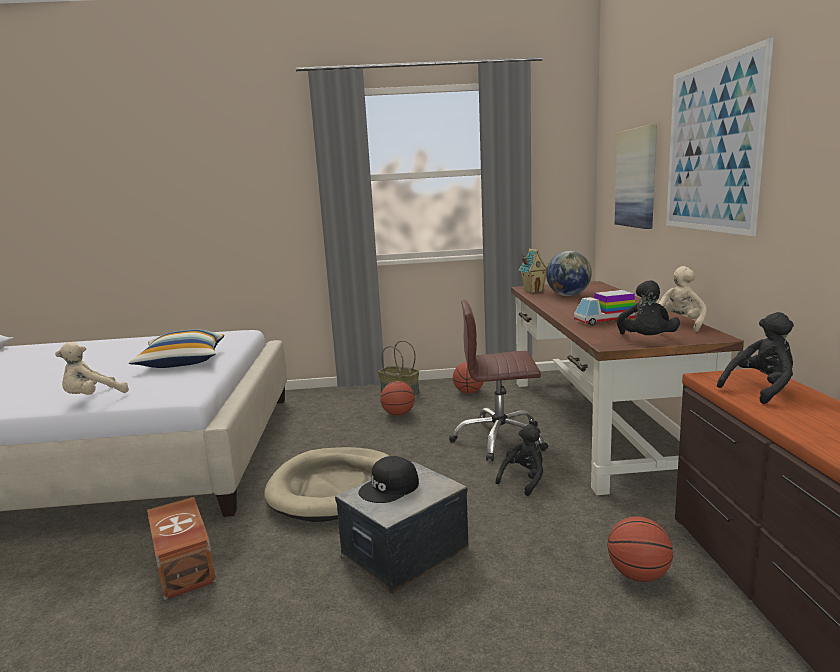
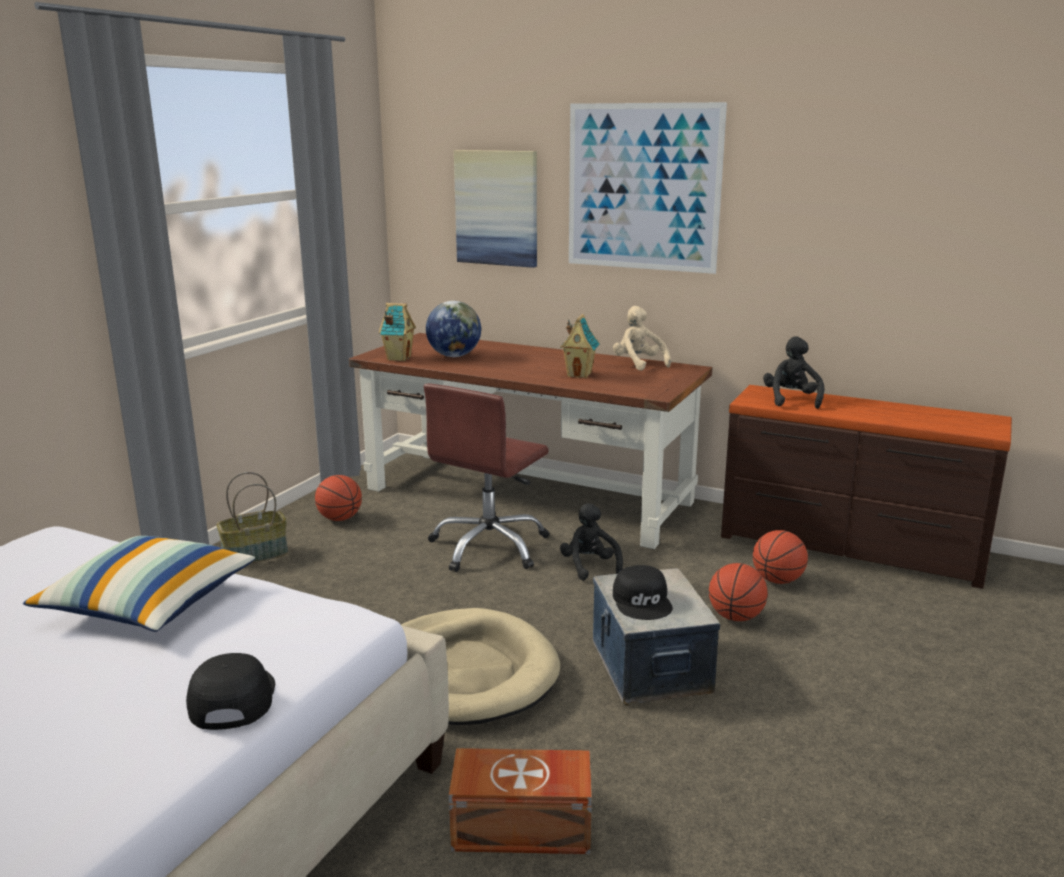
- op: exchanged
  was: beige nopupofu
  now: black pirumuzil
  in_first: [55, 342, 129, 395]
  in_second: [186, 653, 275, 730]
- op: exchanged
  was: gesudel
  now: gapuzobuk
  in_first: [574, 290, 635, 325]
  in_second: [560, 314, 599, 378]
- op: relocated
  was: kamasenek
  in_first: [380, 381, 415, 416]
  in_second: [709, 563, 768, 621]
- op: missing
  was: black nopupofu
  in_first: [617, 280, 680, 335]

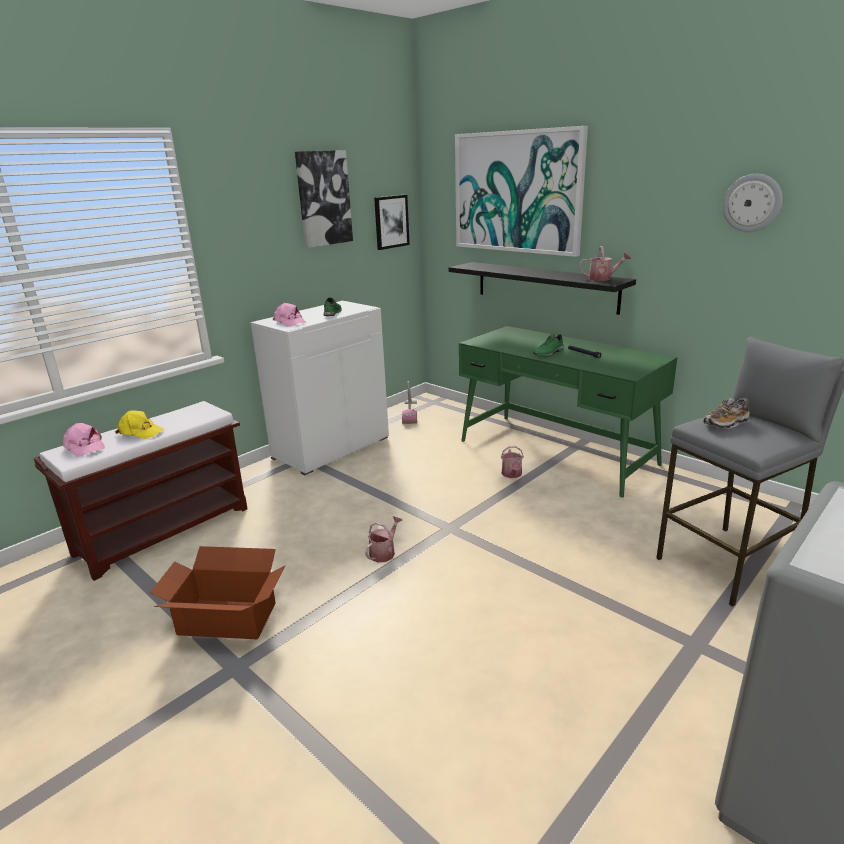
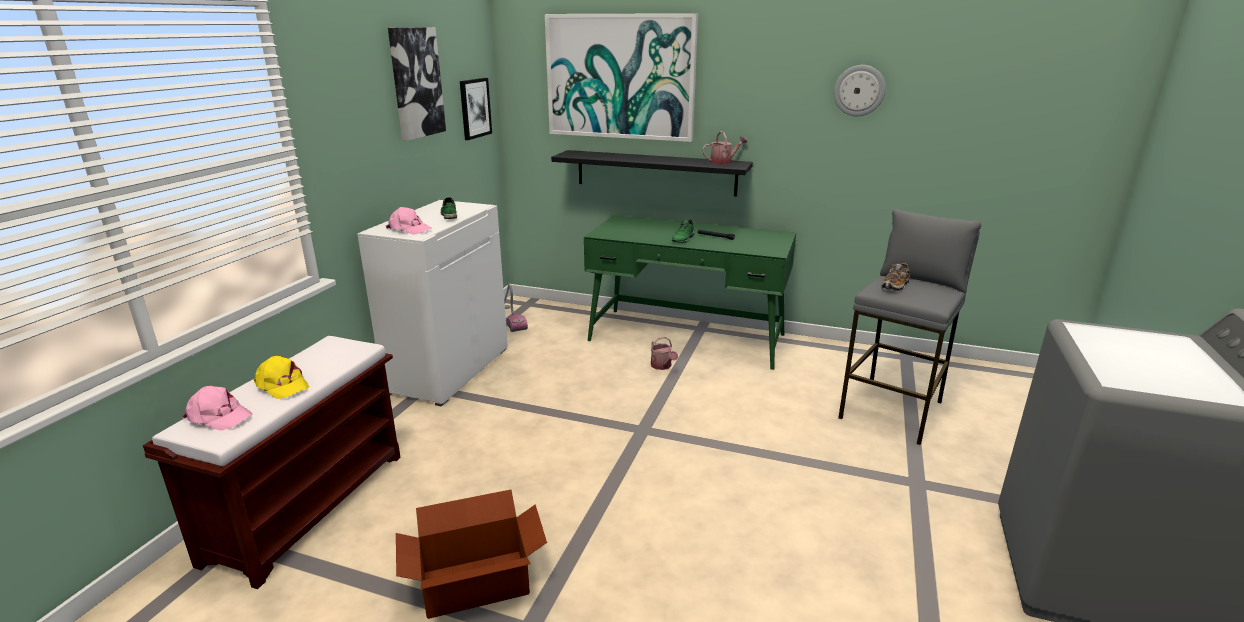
- op: spun
  was: yellow pirumuzil
  in_first: [115, 410, 165, 439]
  in_second: [253, 356, 309, 399]
  clockwise: 45
- op: missing
  was: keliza
  in_first: [365, 516, 402, 563]

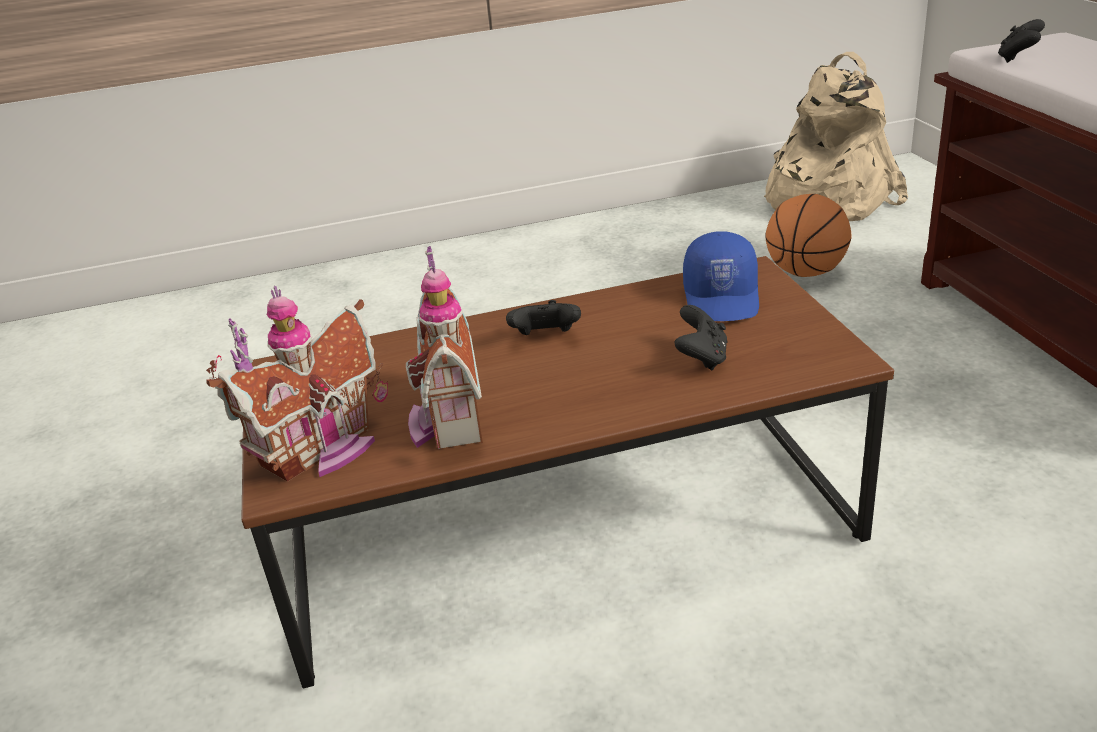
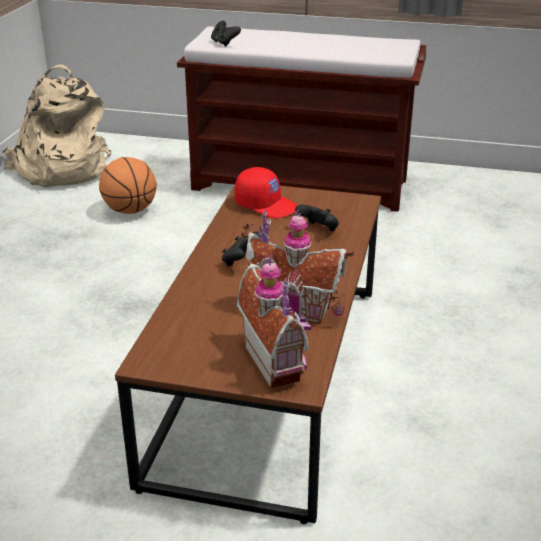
- op: colour
  was: blue pirumuzil
  now: red pirumuzil
  in_first: [683, 231, 759, 321]
  in_second: [235, 167, 298, 218]

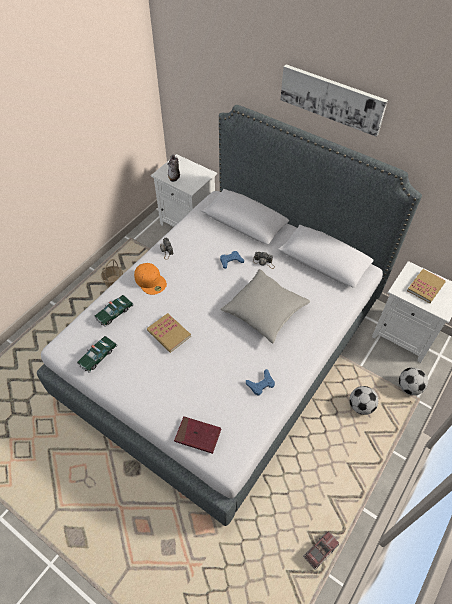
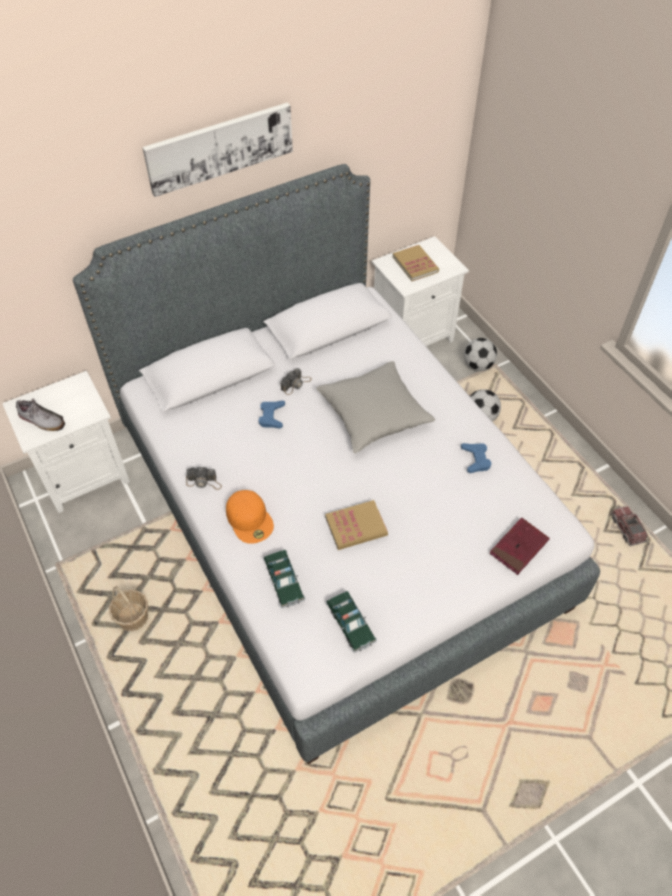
- op: spun
  was: orange pirumuzil
  in_first: [134, 263, 167, 295]
  in_second: [226, 490, 274, 544]
  clockwise: 75

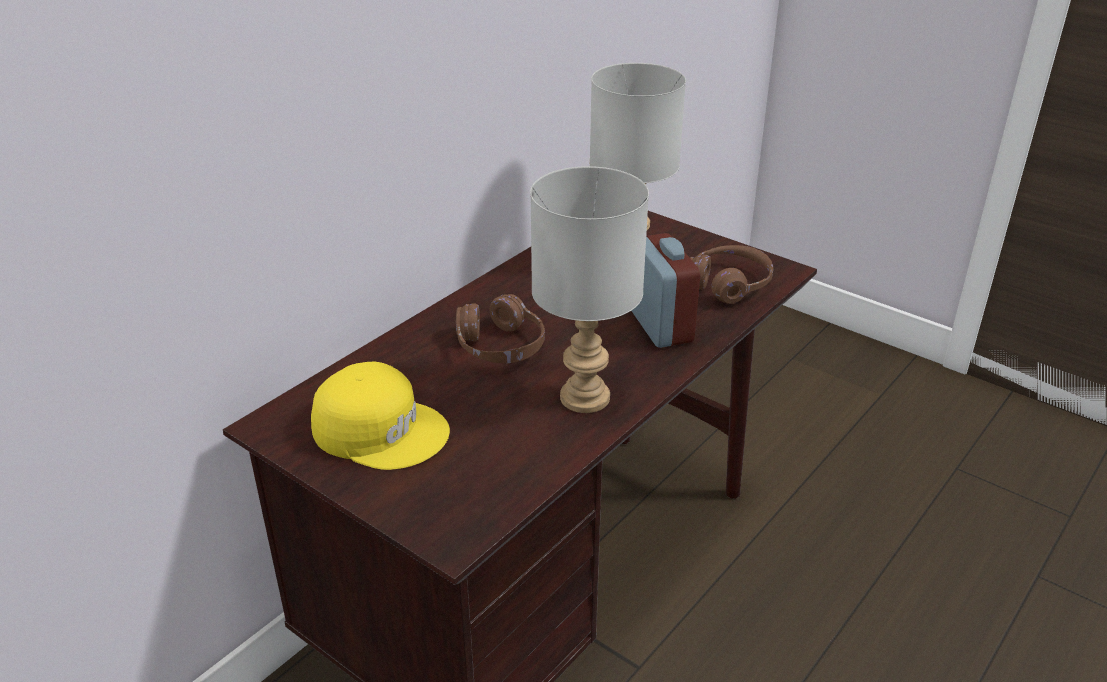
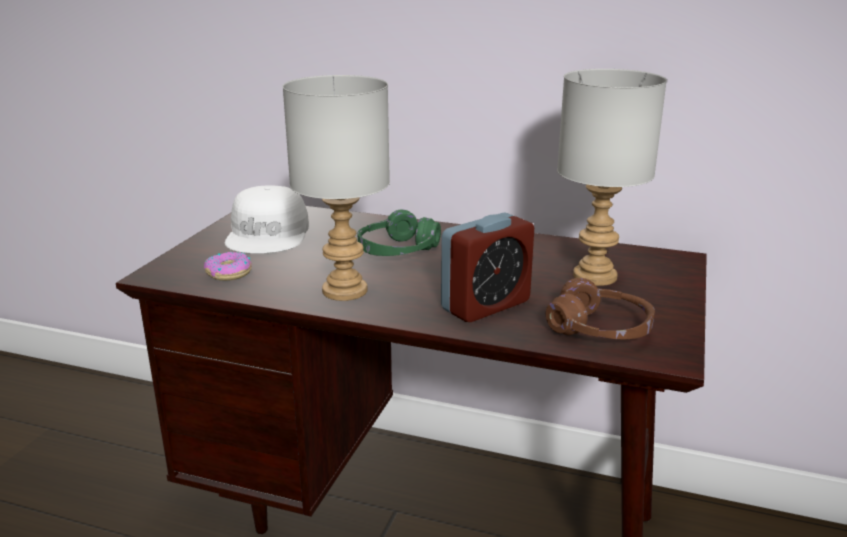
- op: appeared
  now: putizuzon
  in_second: [204, 252, 252, 281]
- op: colour
  was: yellow pirumuzil
  now: white pirumuzil
  in_first: [311, 362, 450, 470]
  in_second: [225, 185, 309, 254]
- op: colour
  was: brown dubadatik
  now: green dubadatik
  in_first: [456, 294, 545, 363]
  in_second: [358, 209, 441, 256]

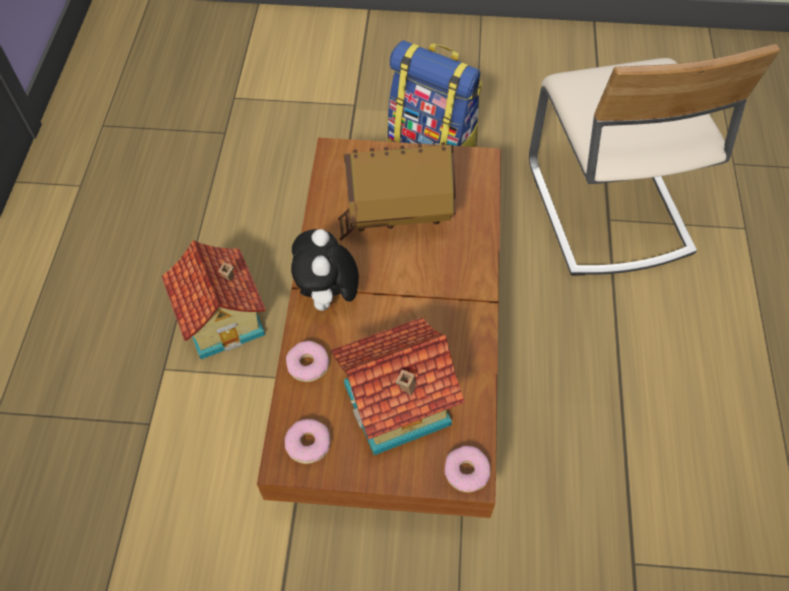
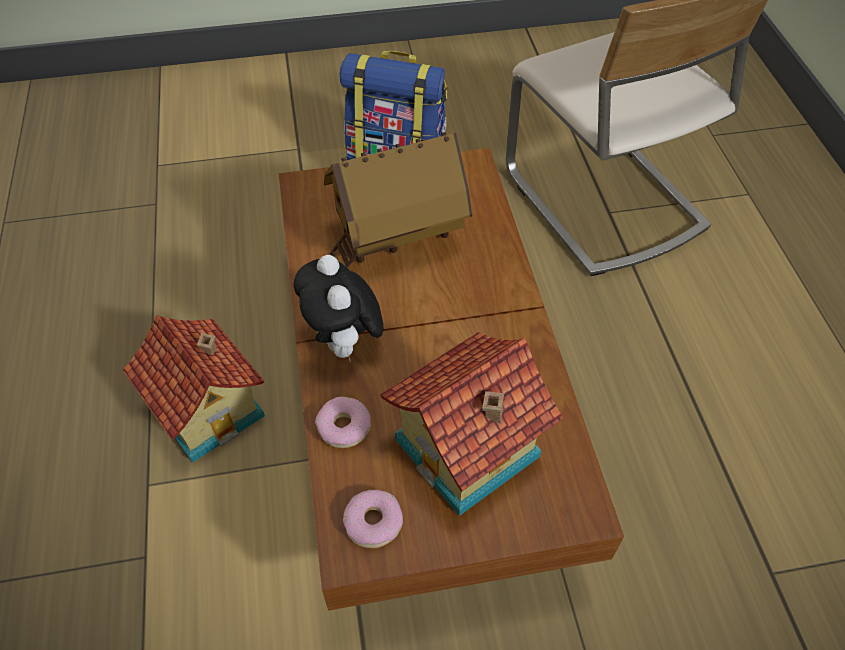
- op: missing
  was: putizuzon
  in_first: [445, 446, 490, 492]

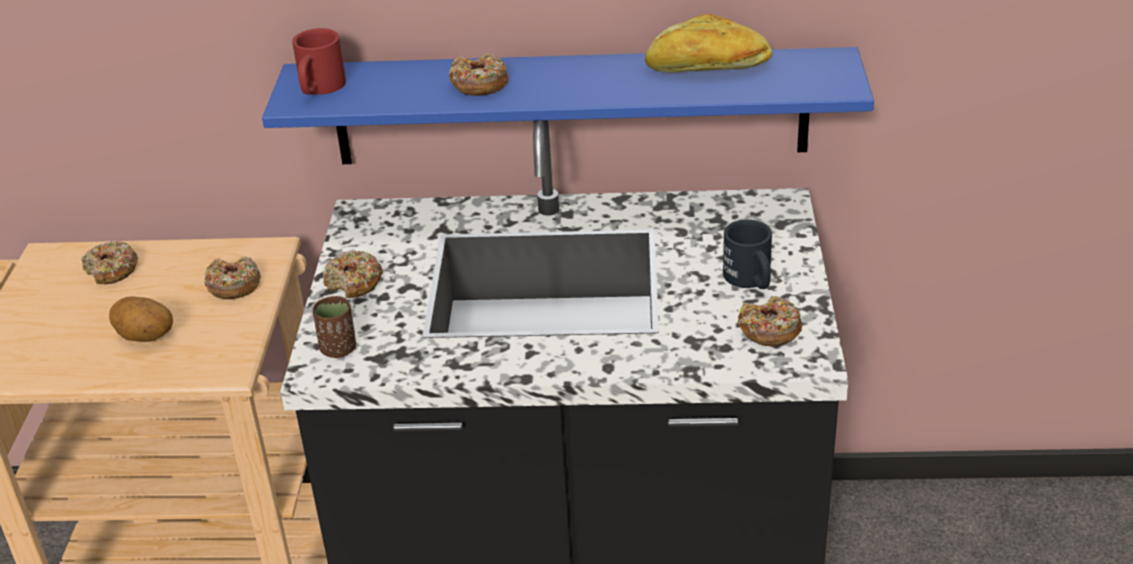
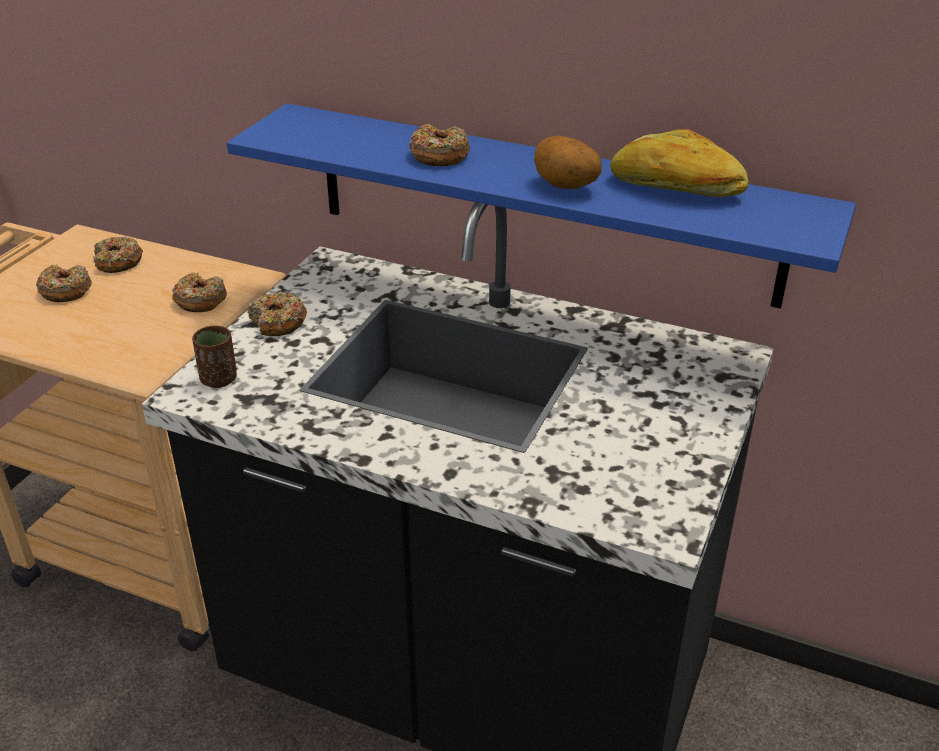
- op: relocated
  was: putizuzon
  in_first: [738, 296, 802, 346]
  in_second: [35, 265, 92, 302]
- op: relocated
  was: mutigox
  in_first: [109, 296, 173, 342]
  in_second: [534, 136, 602, 189]
- op: missing
  was: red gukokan
  in_first: [292, 28, 346, 95]
- op: missing
  was: black gukokan
  in_first: [723, 219, 772, 289]

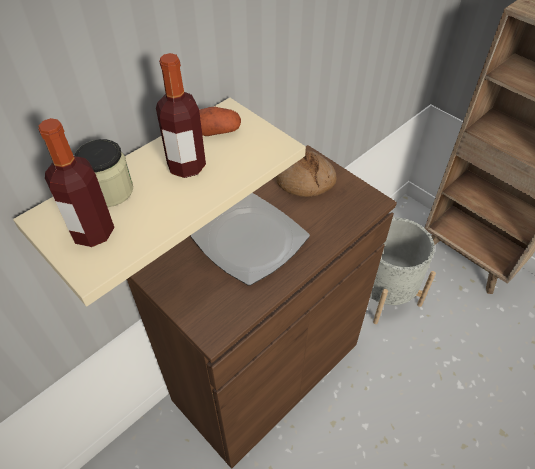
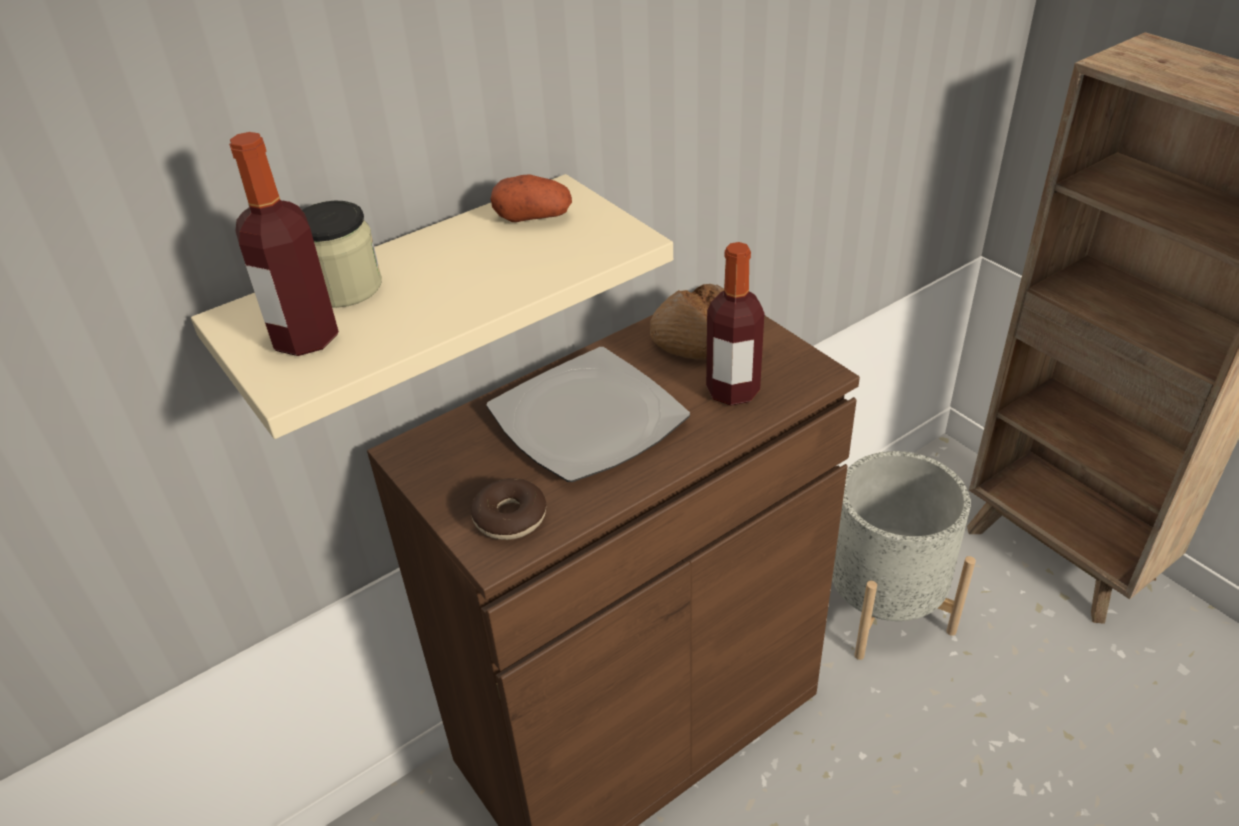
- op: appeared
  now: putizuzon
  in_second: [471, 478, 546, 540]
- op: relocated
  was: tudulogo
  in_first: [156, 53, 206, 178]
  in_second: [706, 242, 764, 406]

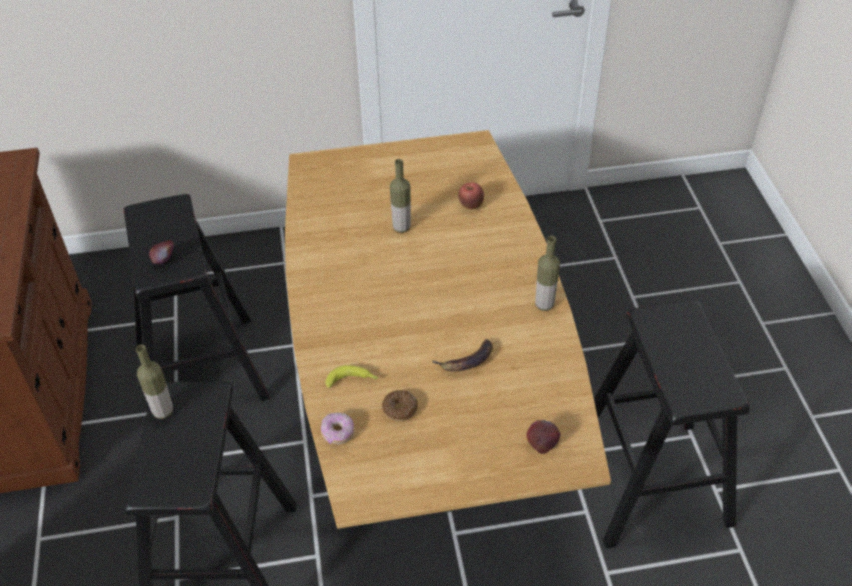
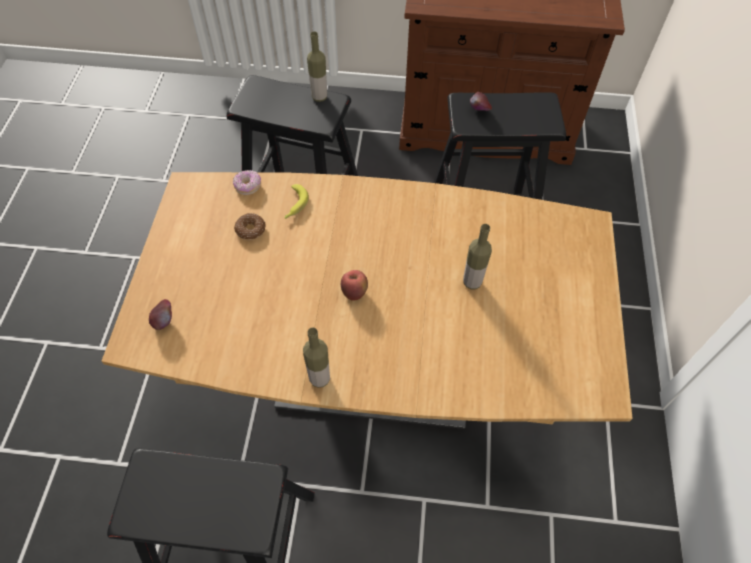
- op: relocated
  was: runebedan
  in_first: [458, 182, 484, 209]
  in_second: [341, 270, 368, 301]
- op: missing
  was: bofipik
  in_first: [432, 339, 493, 372]

